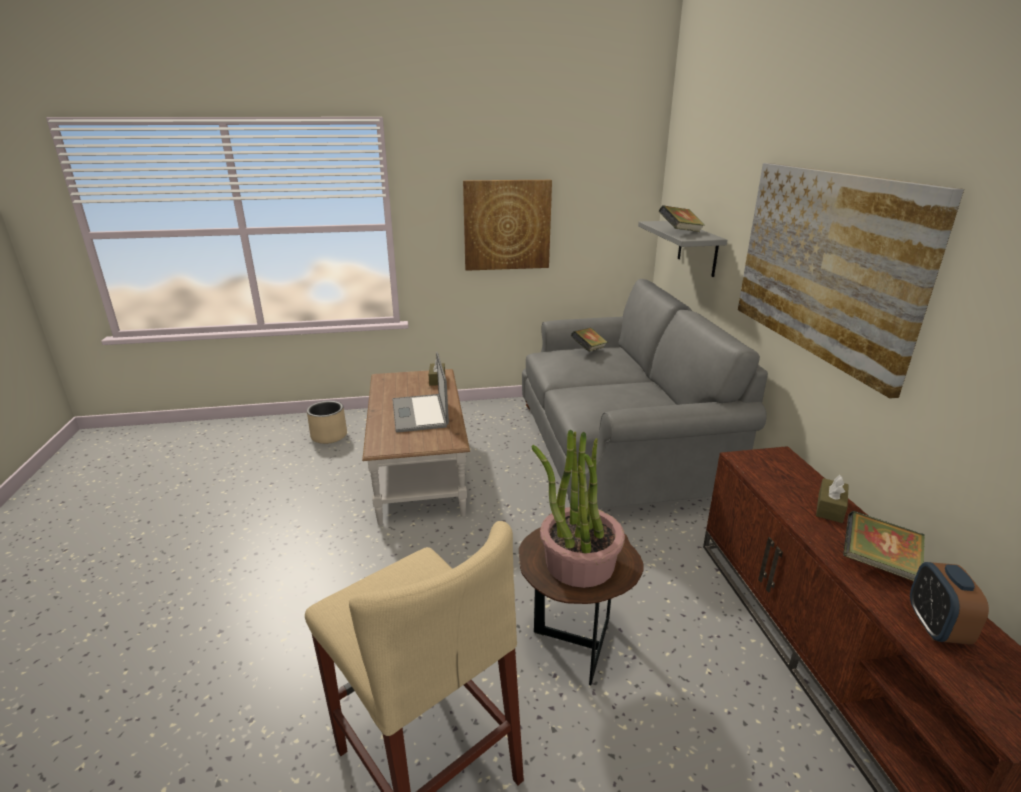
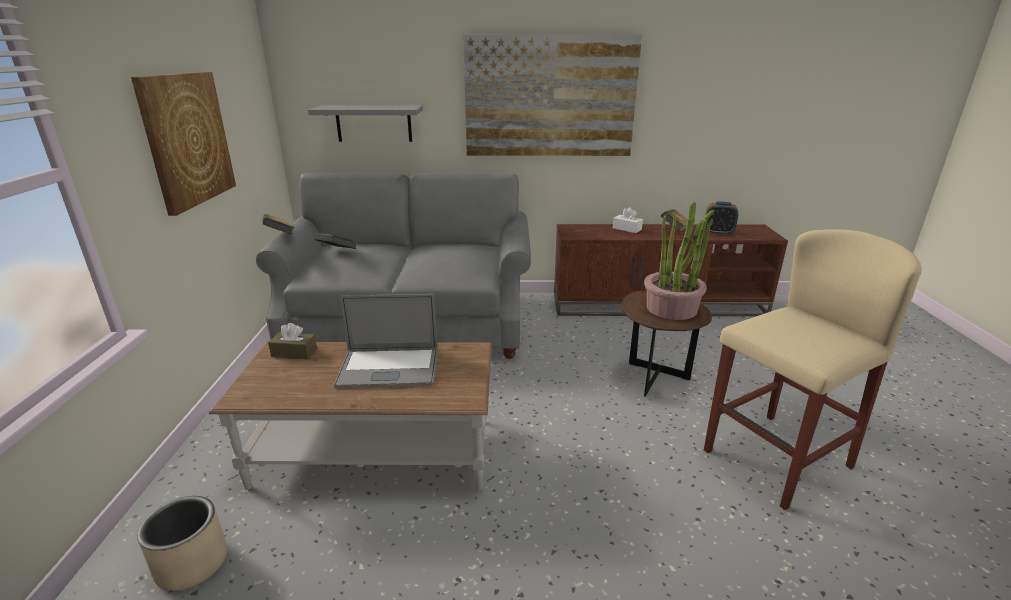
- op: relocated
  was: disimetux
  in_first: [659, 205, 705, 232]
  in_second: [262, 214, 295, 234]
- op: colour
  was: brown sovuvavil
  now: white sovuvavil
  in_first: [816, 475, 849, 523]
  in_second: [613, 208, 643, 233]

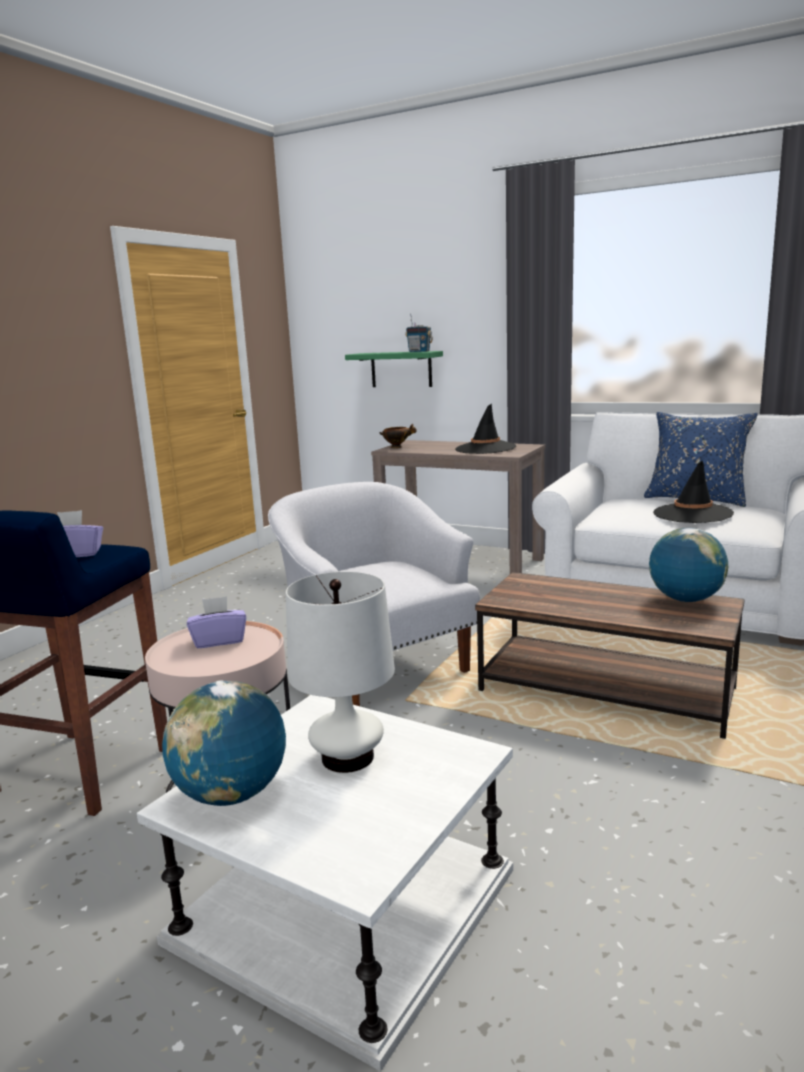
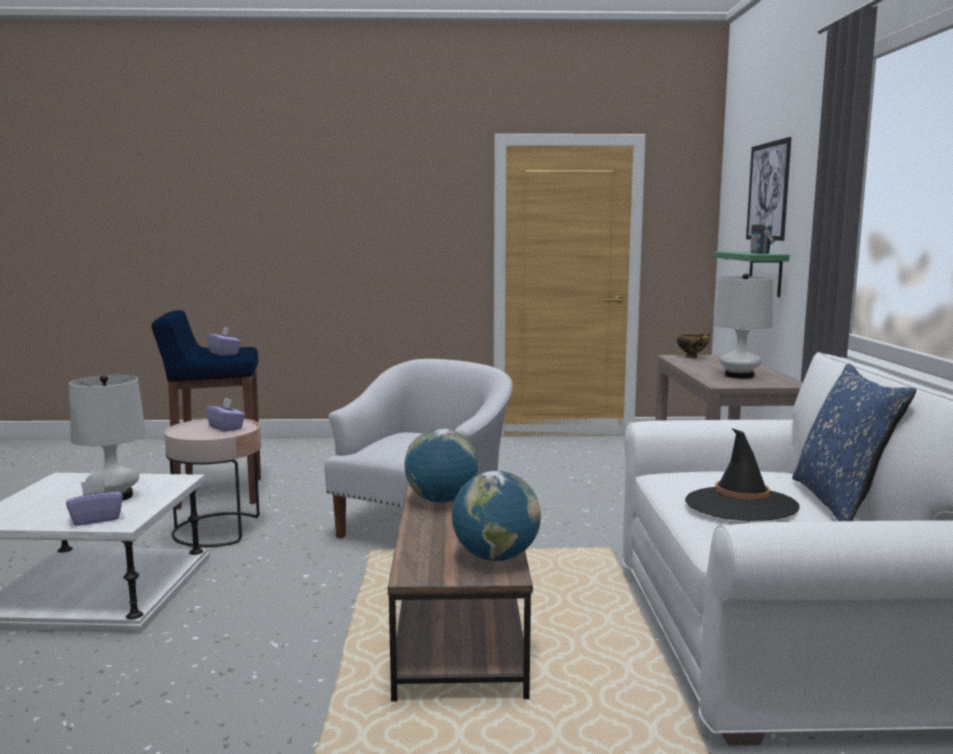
- op: appeared
  now: purple sovuvavil
  in_second: [66, 479, 123, 526]
- op: relocated
  was: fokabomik
  in_first: [162, 680, 286, 806]
  in_second: [404, 428, 479, 503]
- op: exchanged
  was: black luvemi
  now: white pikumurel
  in_first: [455, 404, 516, 454]
  in_second: [714, 273, 773, 378]
- op: appeared
  now: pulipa
  in_second: [746, 137, 791, 241]

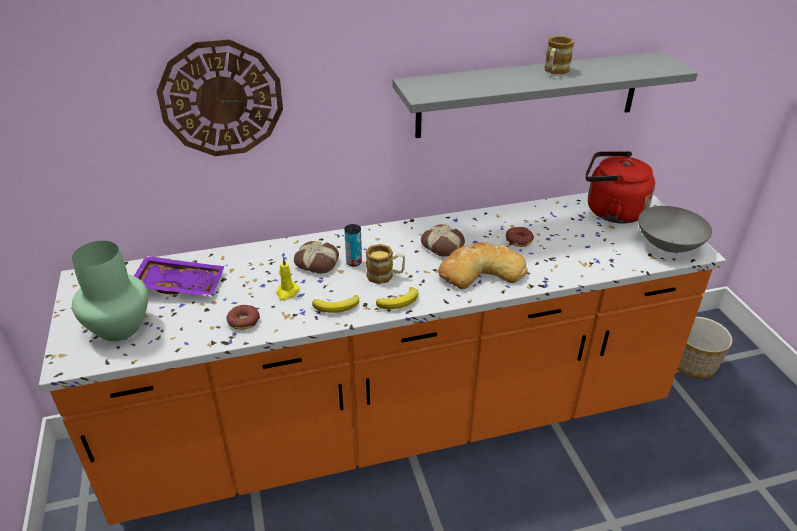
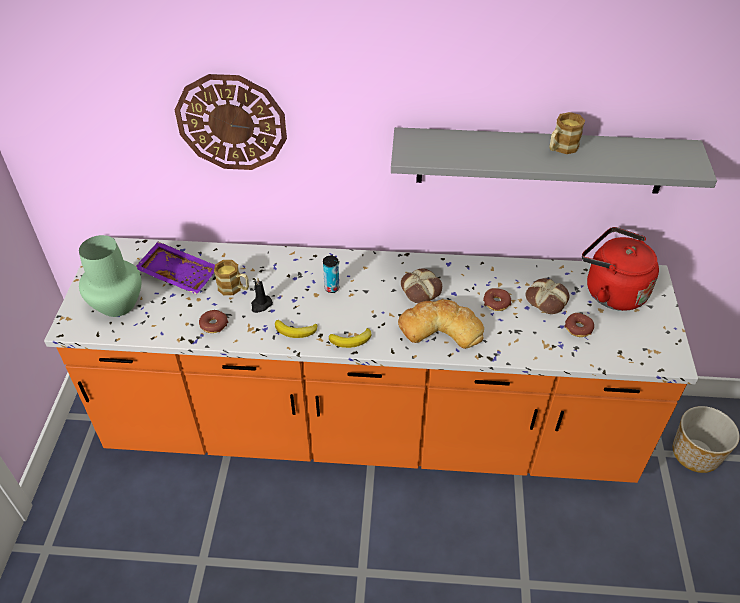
- op: relocated
  was: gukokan
  in_first: [366, 244, 405, 284]
  in_second: [214, 260, 249, 295]
- op: colour
  was: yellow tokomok
  now: black tokomok
  in_first: [276, 257, 300, 300]
  in_second: [251, 277, 273, 313]
- op: relocated
  was: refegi
  in_first: [294, 241, 339, 274]
  in_second: [525, 278, 570, 314]
- op: appeared
  now: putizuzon
  in_second: [564, 313, 594, 337]
- op: missing
  was: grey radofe
  in_first: [638, 206, 712, 253]

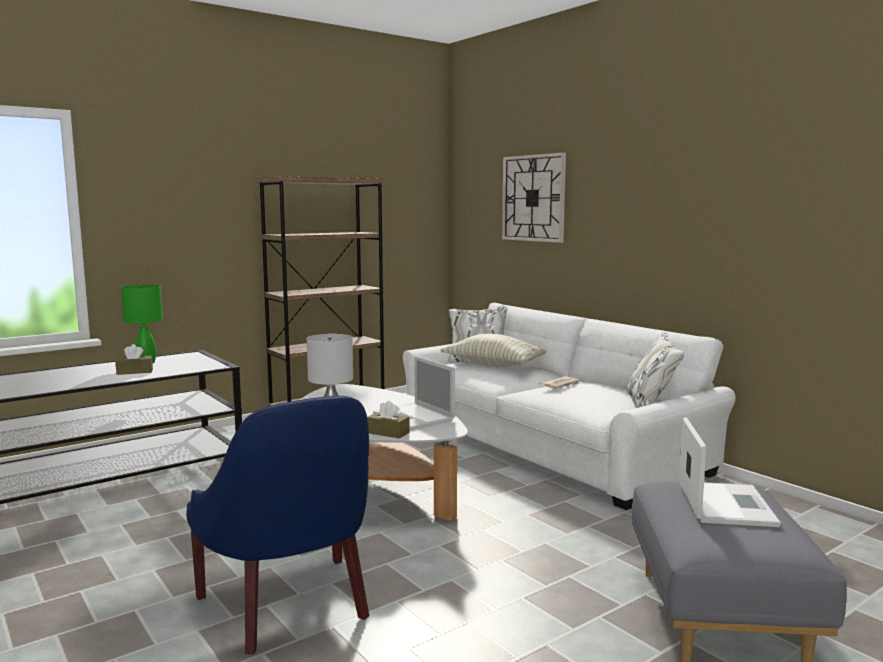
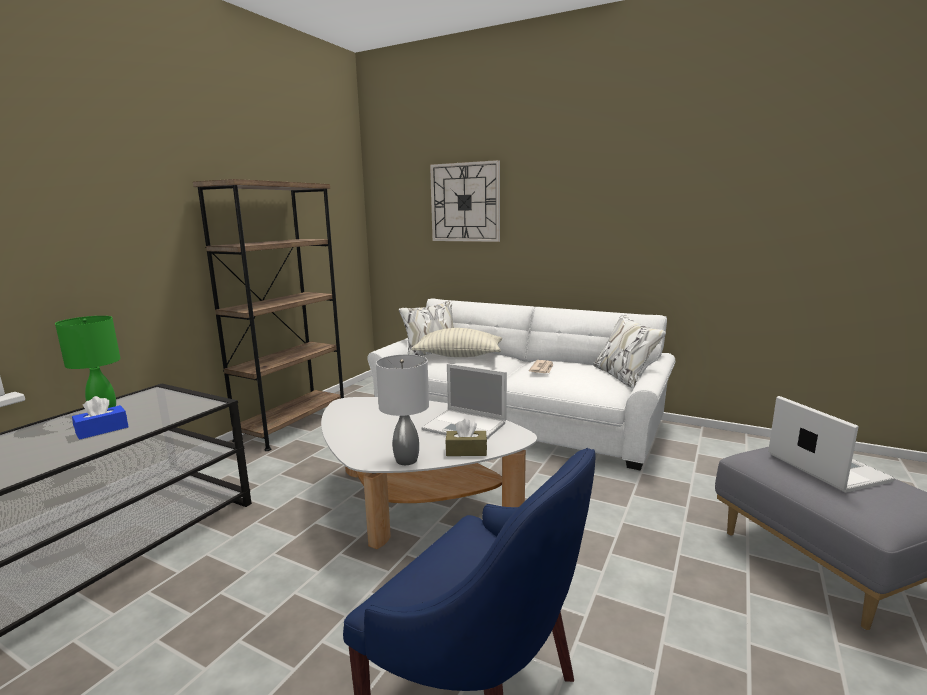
- op: colour
  was: brown sovuvavil
  now: blue sovuvavil
  in_first: [115, 344, 153, 375]
  in_second: [72, 396, 129, 440]

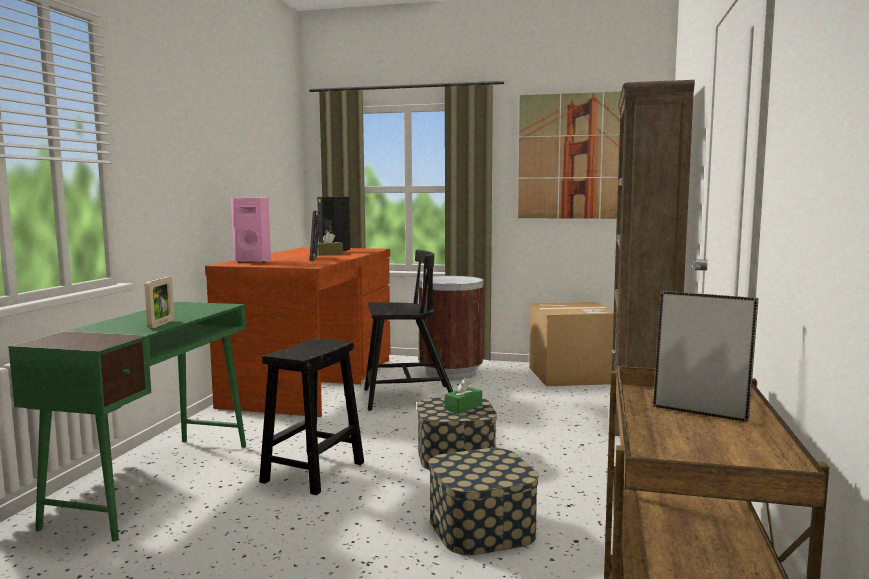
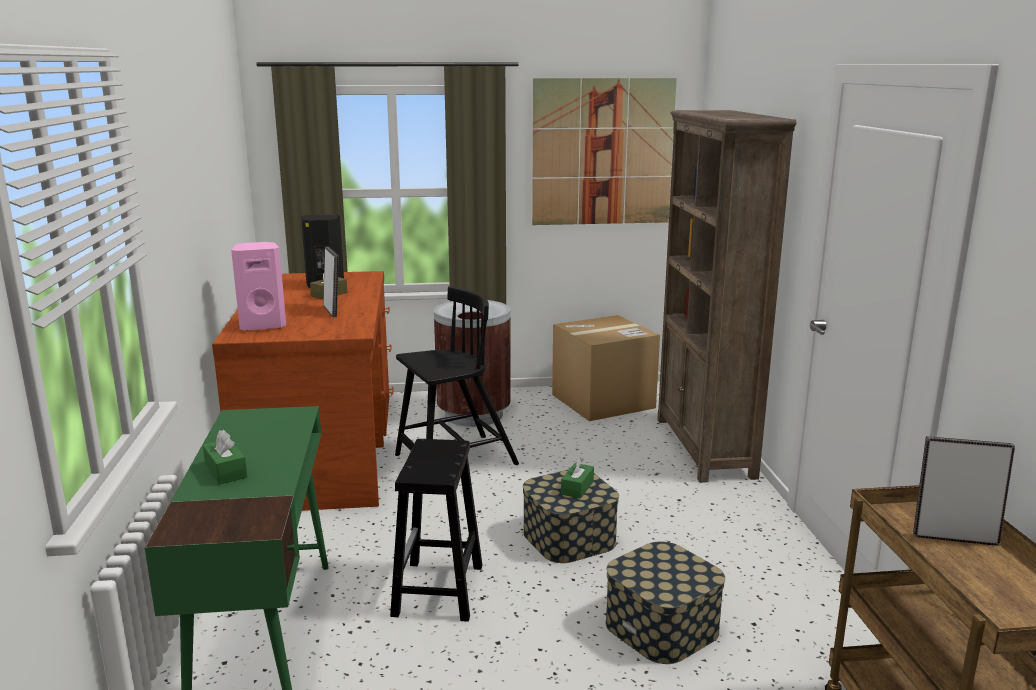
- op: appeared
  now: green sovuvavil
  in_second: [203, 430, 247, 485]
- op: missing
  was: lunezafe
  in_first: [145, 277, 174, 328]

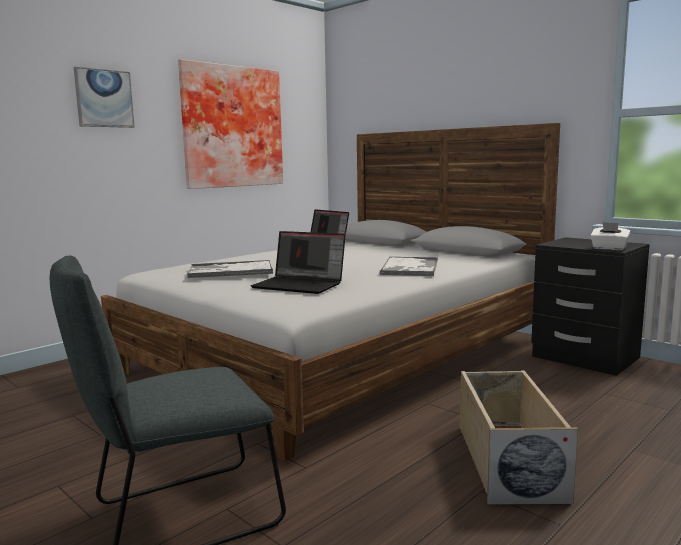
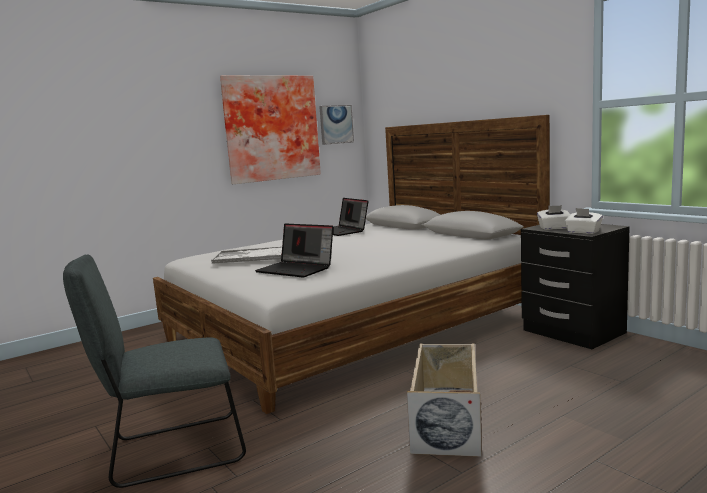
- op: relocated
  was: pulipa
  in_first: [74, 67, 135, 128]
  in_second: [319, 105, 354, 145]
- op: appeared
  now: white sovuvavil
  in_second: [537, 205, 570, 230]
- op: missing
  was: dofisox
  in_first: [379, 257, 438, 276]

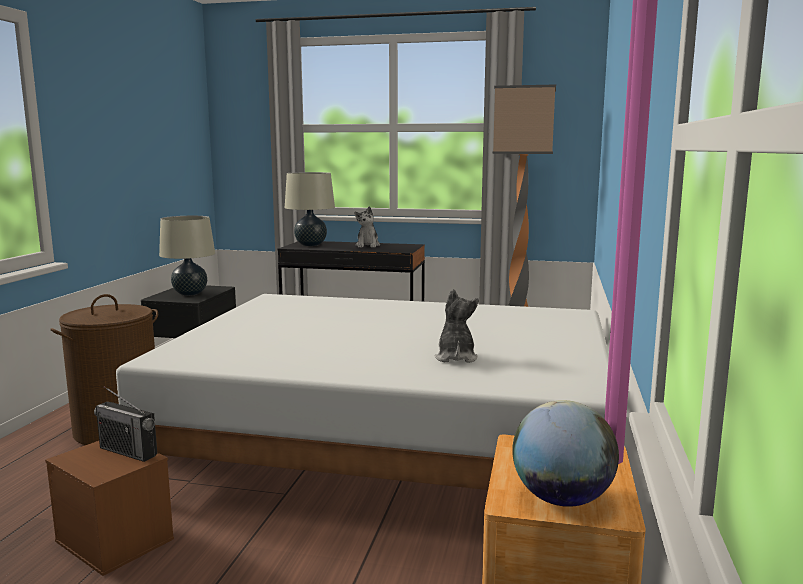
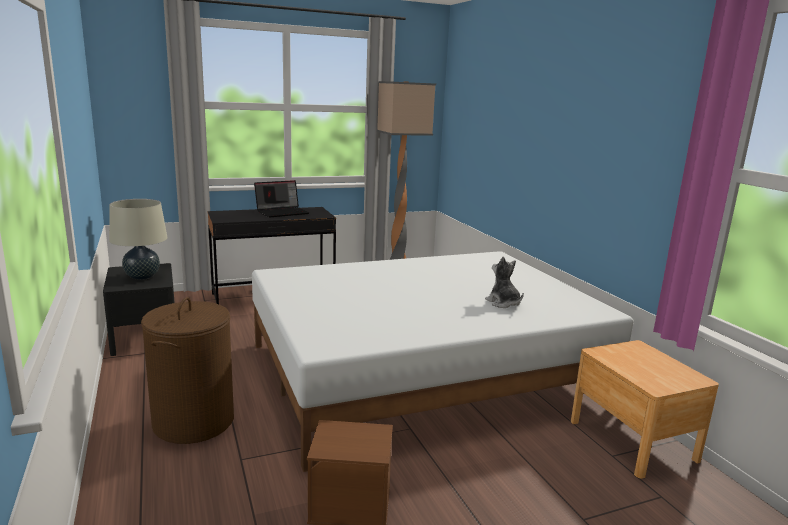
- op: exchanged
  was: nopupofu
  now: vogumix
  in_first: [354, 206, 380, 248]
  in_second: [254, 180, 310, 218]
- op: missing
  was: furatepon
  in_first: [94, 386, 157, 462]
- op: missing
  was: beige pikumurel
  in_first: [285, 172, 335, 246]
- op: missing
  was: fokabomik
  in_first: [512, 400, 619, 507]

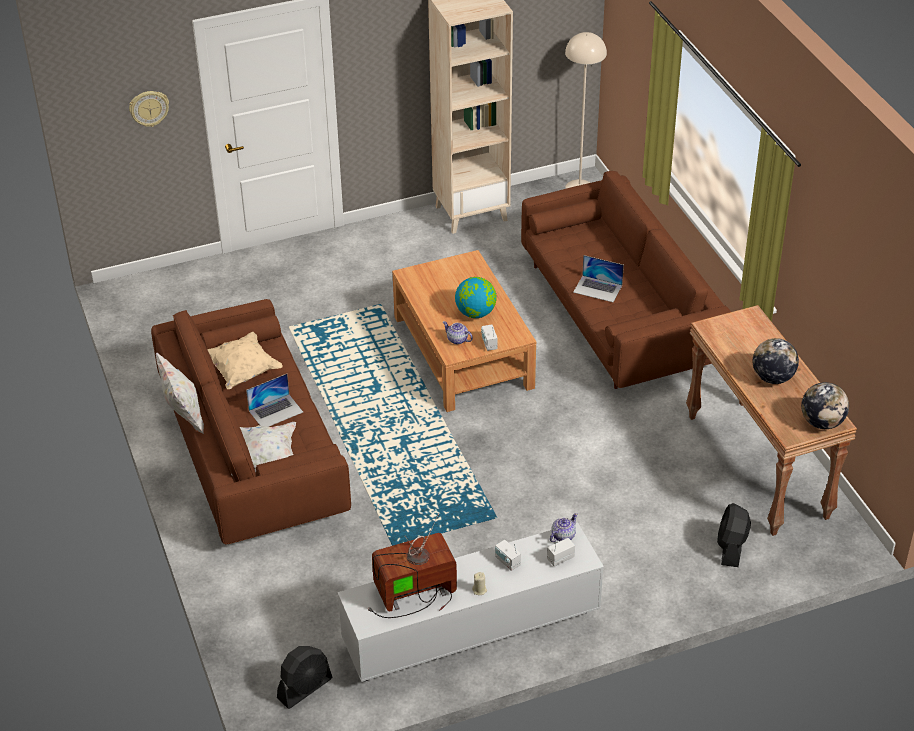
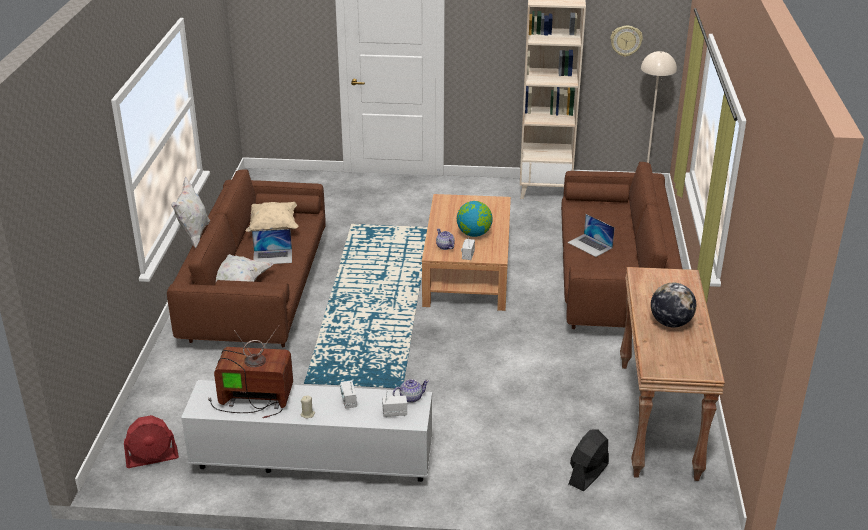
- op: colour
  was: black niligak
  now: red niligak
  in_first: [277, 646, 332, 709]
  in_second: [124, 415, 179, 468]
- op: relocated
  was: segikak
  in_first: [129, 91, 169, 127]
  in_second: [610, 26, 643, 57]
- op: missing
  was: fokabomik
  in_first: [801, 382, 849, 429]

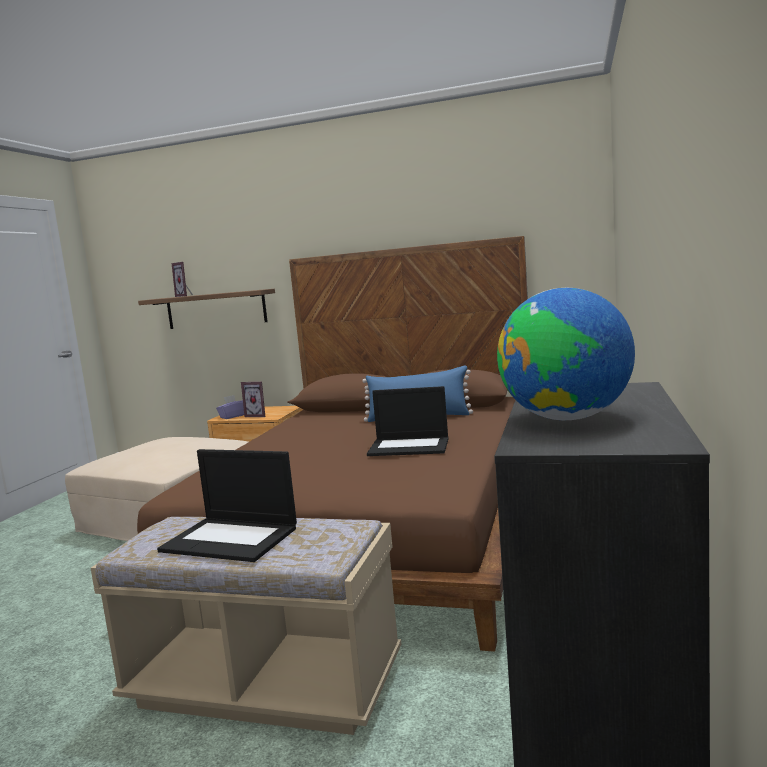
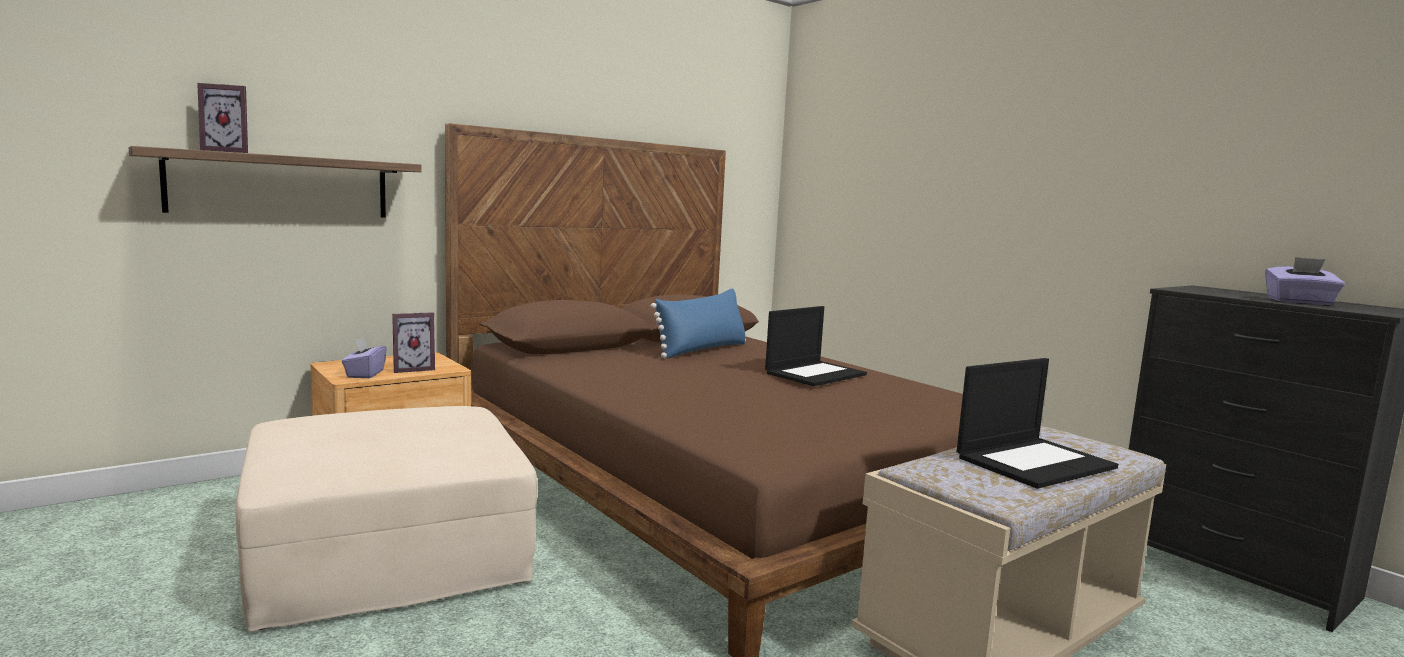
- op: exchanged
  was: fokabomik
  now: purple sovuvavil
  in_first: [497, 288, 635, 420]
  in_second: [1265, 257, 1345, 305]

